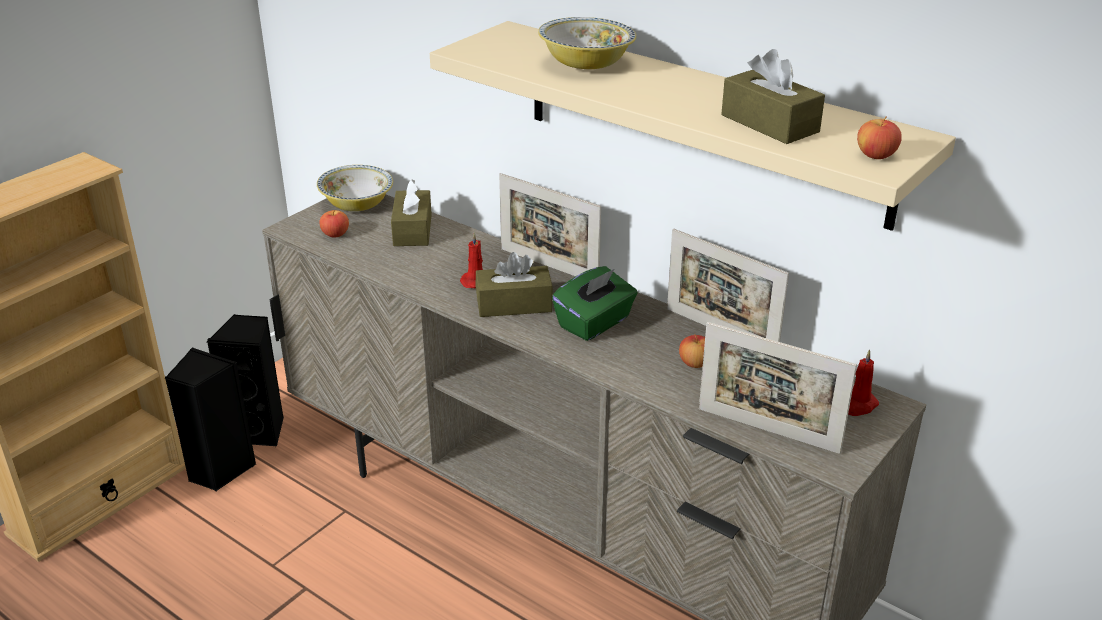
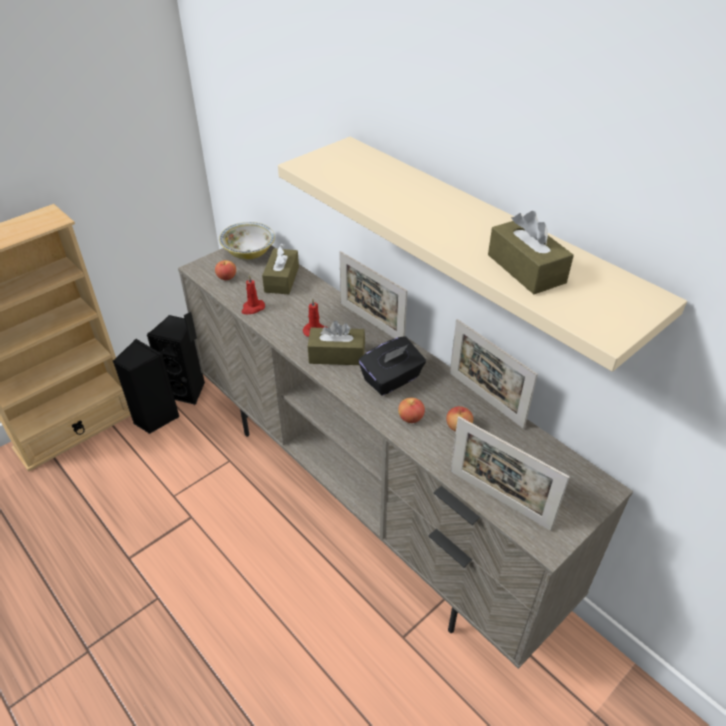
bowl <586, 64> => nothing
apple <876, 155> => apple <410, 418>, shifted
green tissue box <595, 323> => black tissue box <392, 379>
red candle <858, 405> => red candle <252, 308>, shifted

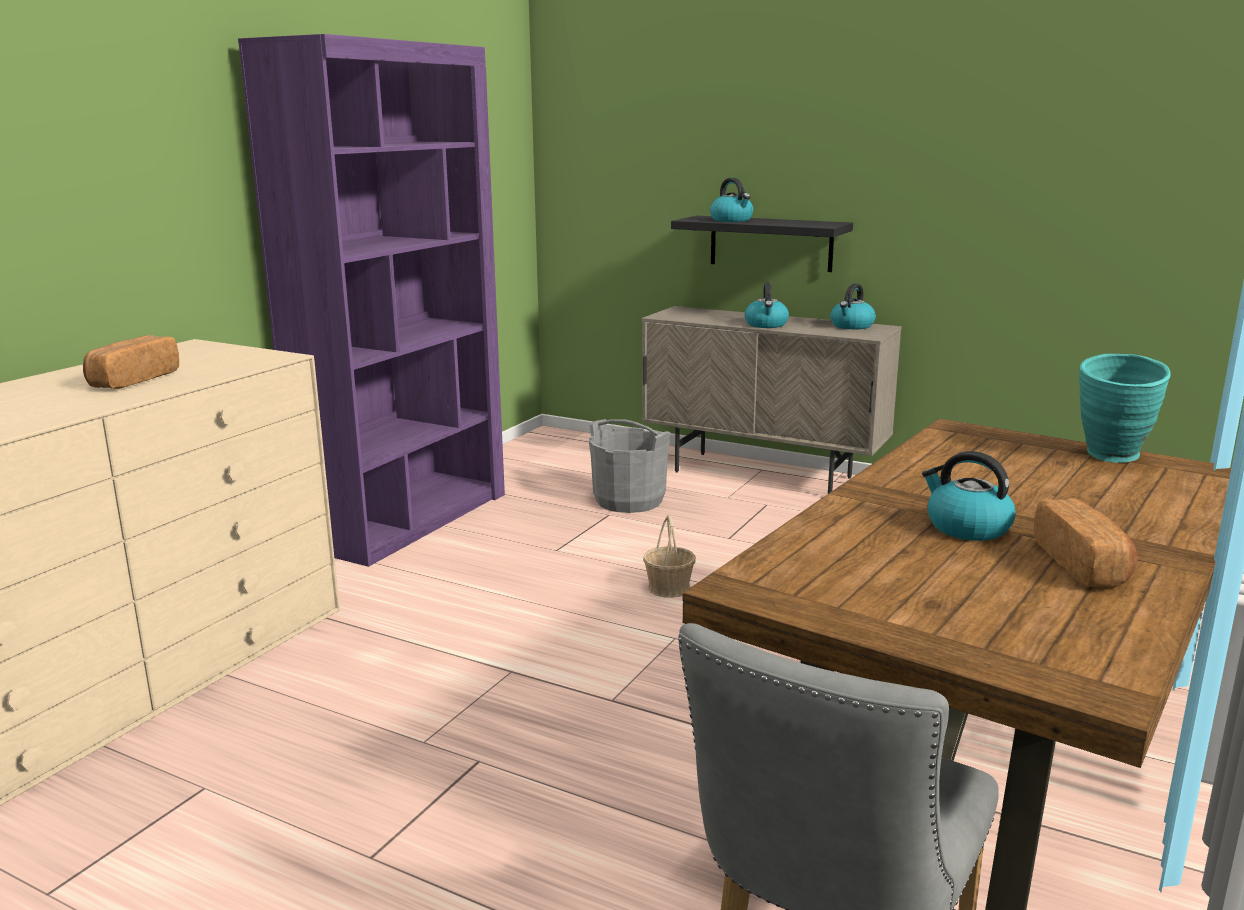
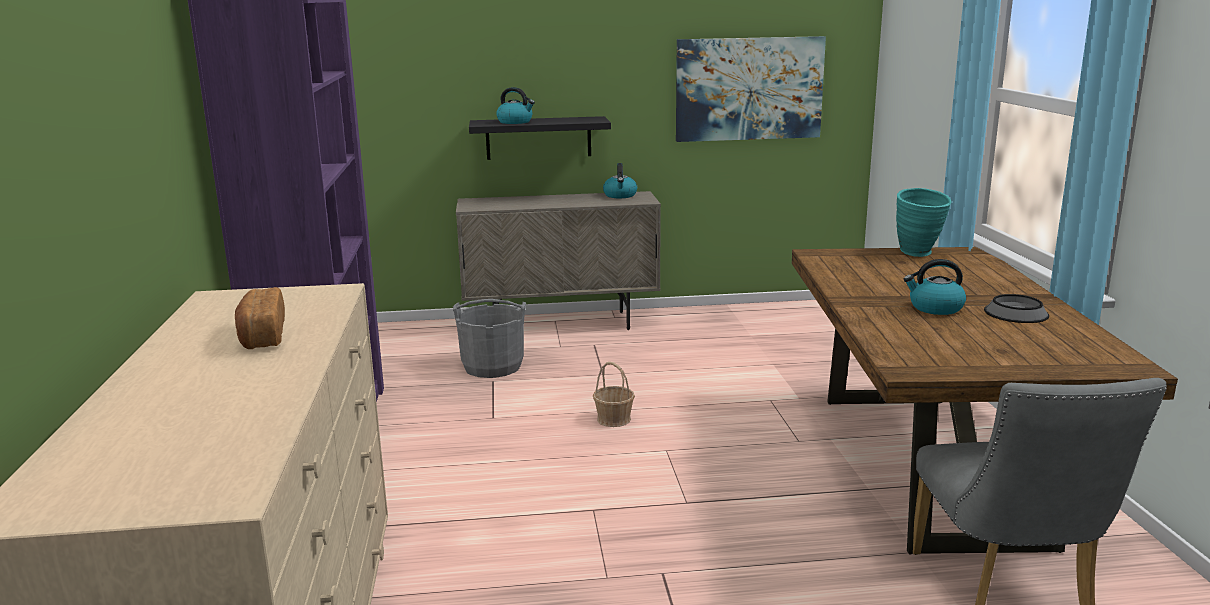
kettle <766, 325> => nothing
bread <1082, 564> => bowl <1016, 313>
nothing => picture <749, 89>

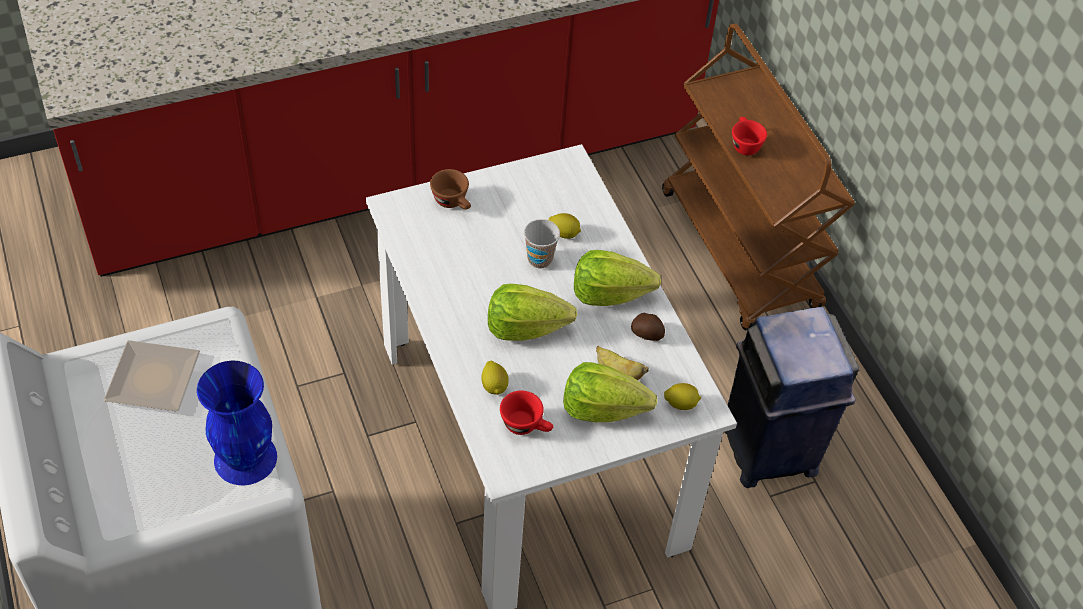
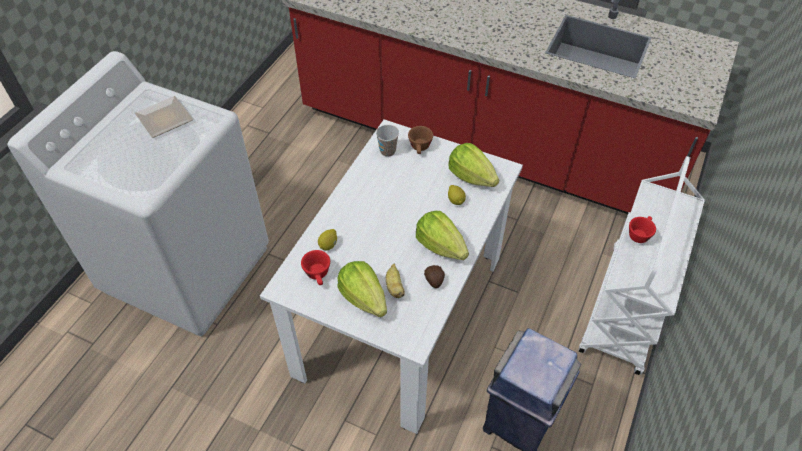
brown cart <740, 251> => white cart <625, 309>
cup <539, 259> => cup <387, 151>, shifted
lettuce <525, 328> => lettuce <471, 177>, shifted
blue vase <246, 458> => nothing
lemon <680, 404> => nothing

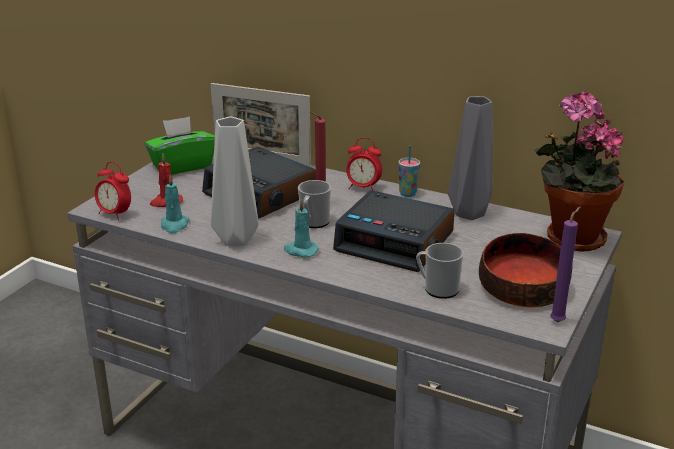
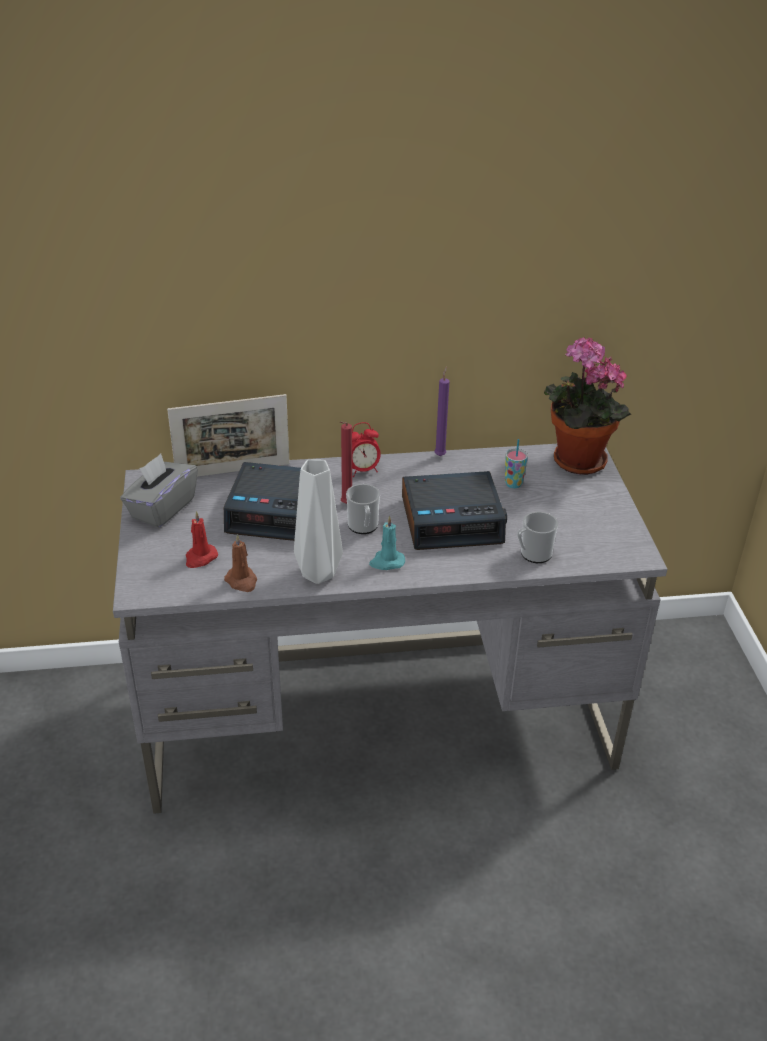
grey vase <471, 213> => nothing
green tissue box <182, 166> => grey tissue box <162, 508>
cup <408, 194> => cup <513, 484>, shifted
alarm clock <115, 214> => nothing
turquoise candle <174, 225> => brown candle <242, 581>
purple candle <559, 321> => purple candle <440, 455>, shifted
bowl <521, 288> => nothing

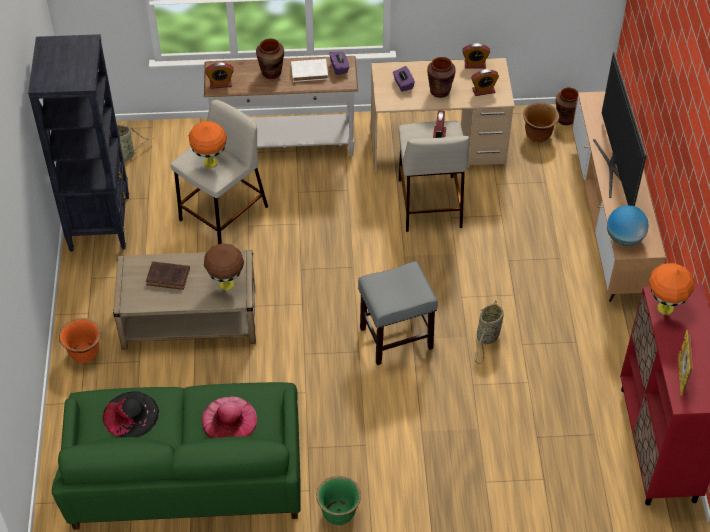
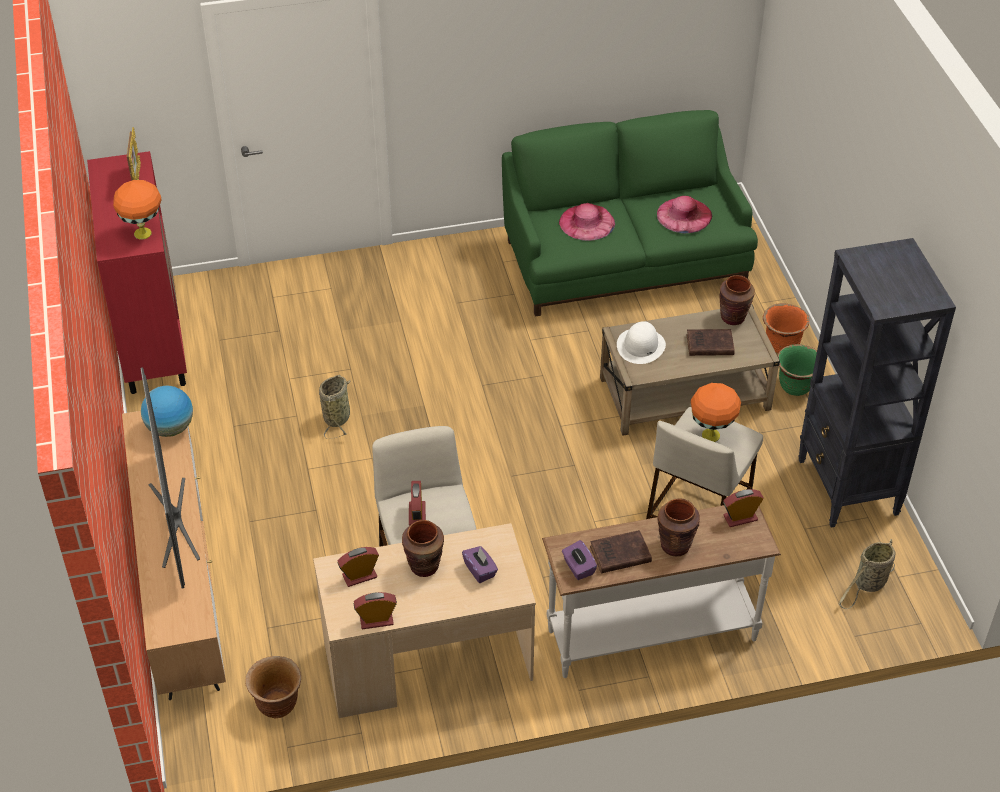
white book <310, 72> => brown book <618, 555>
brown vase <565, 119> => brown vase <733, 317>, shifted
brown table lamp <226, 284> => white hat <641, 346>
grey stool <395, 338> => nothing
black hat <130, 415> => pink hat <684, 215>
green planter <338, 513> => green planter <795, 387>, shifted

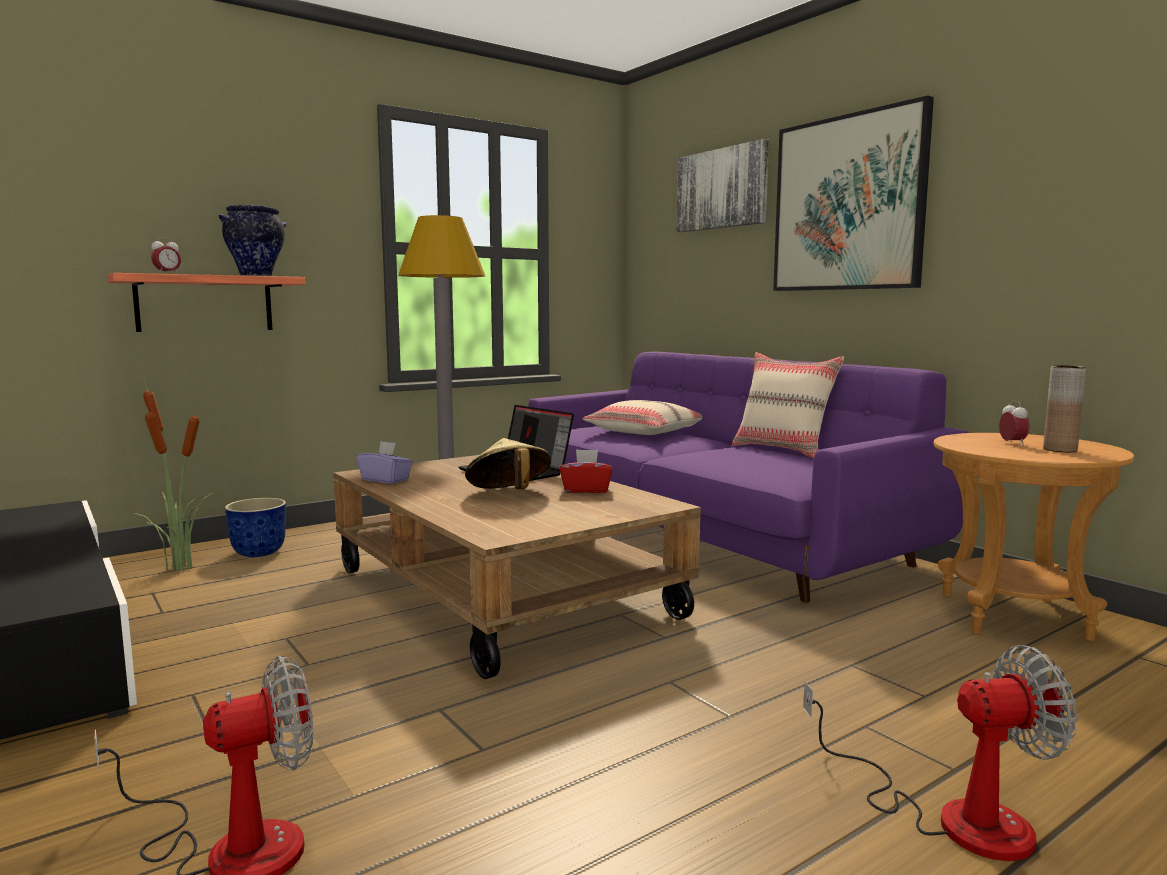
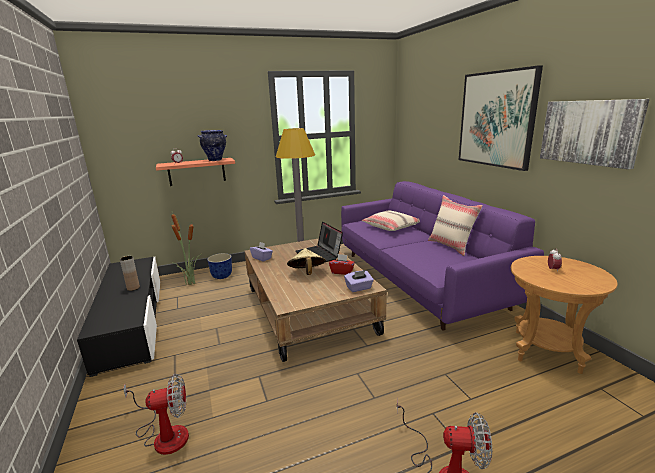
picture <722, 189> => picture <589, 132>, shifted
brown vase <1060, 450> => brown vase <133, 288>, shifted
nothing => purple tissue box <359, 288>

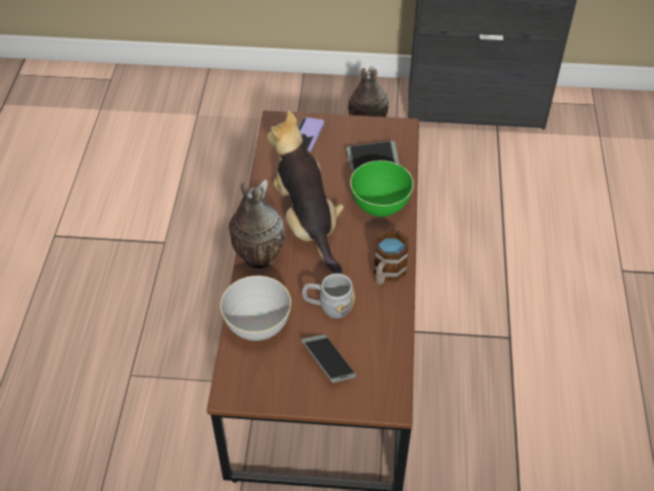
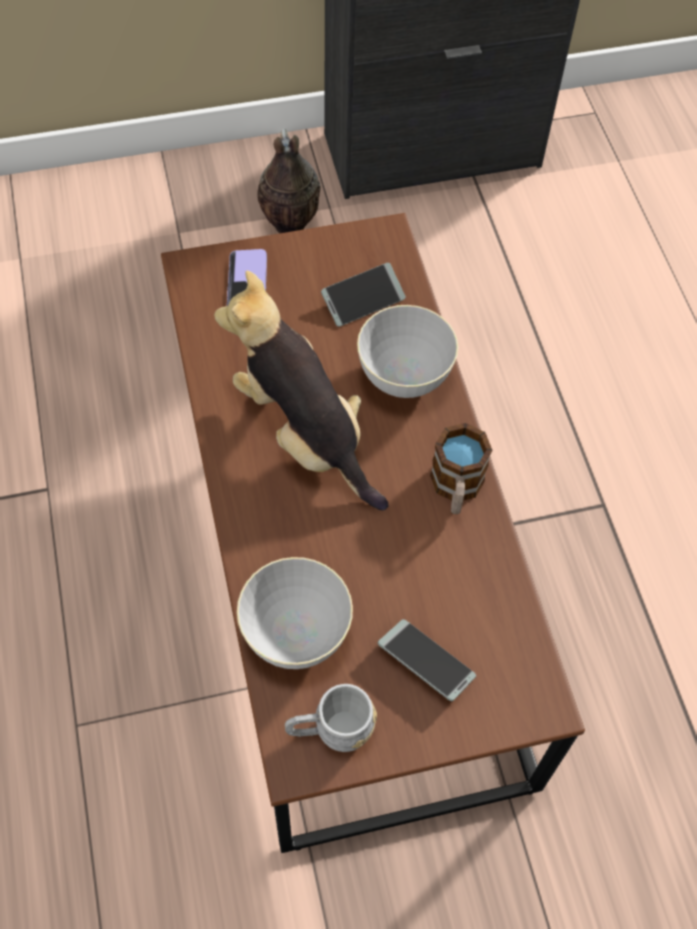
green bowl <380, 206> => grey bowl <404, 376>
vase <257, 259> => nothing
grey mug <328, 307> => grey mug <330, 731>, shifted

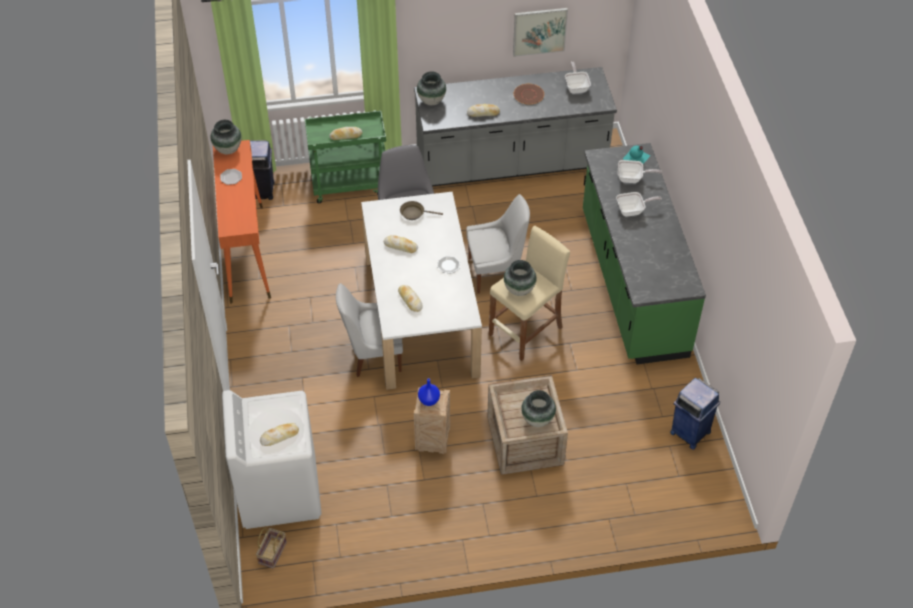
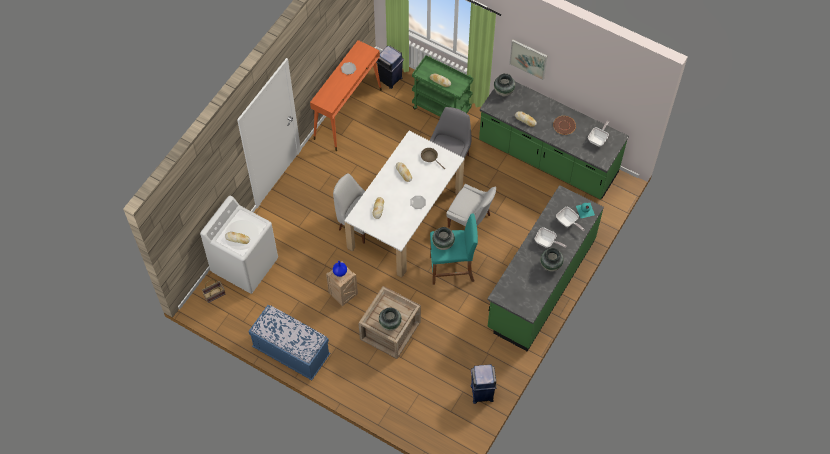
picture <539, 31> => picture <528, 59>, shifted
grey counter <511, 164> => green counter <547, 158>
vase <228, 149> => vase <550, 265>, shifted
beige stool <526, 331> => turquoise stool <452, 269>
nothing => blue bench <291, 352>

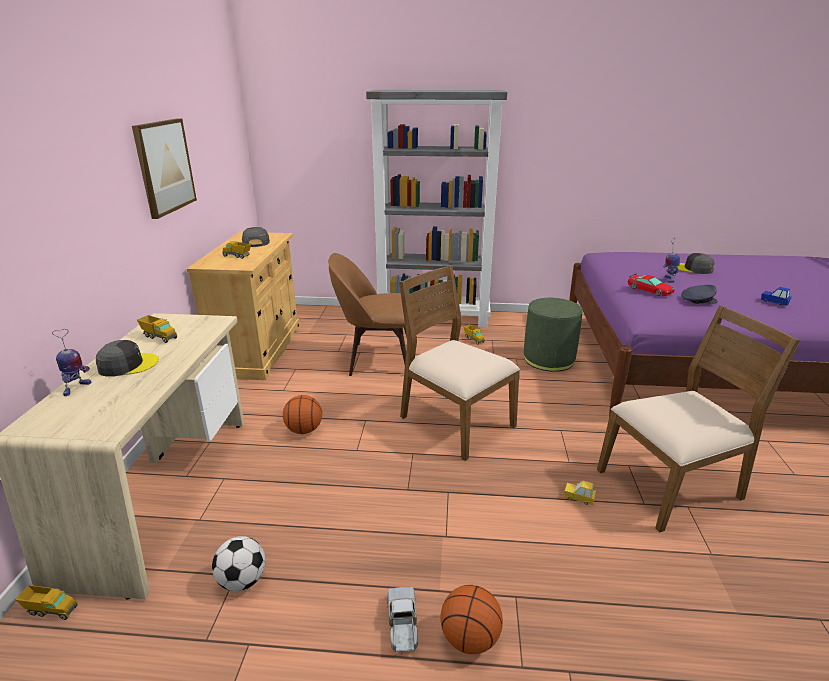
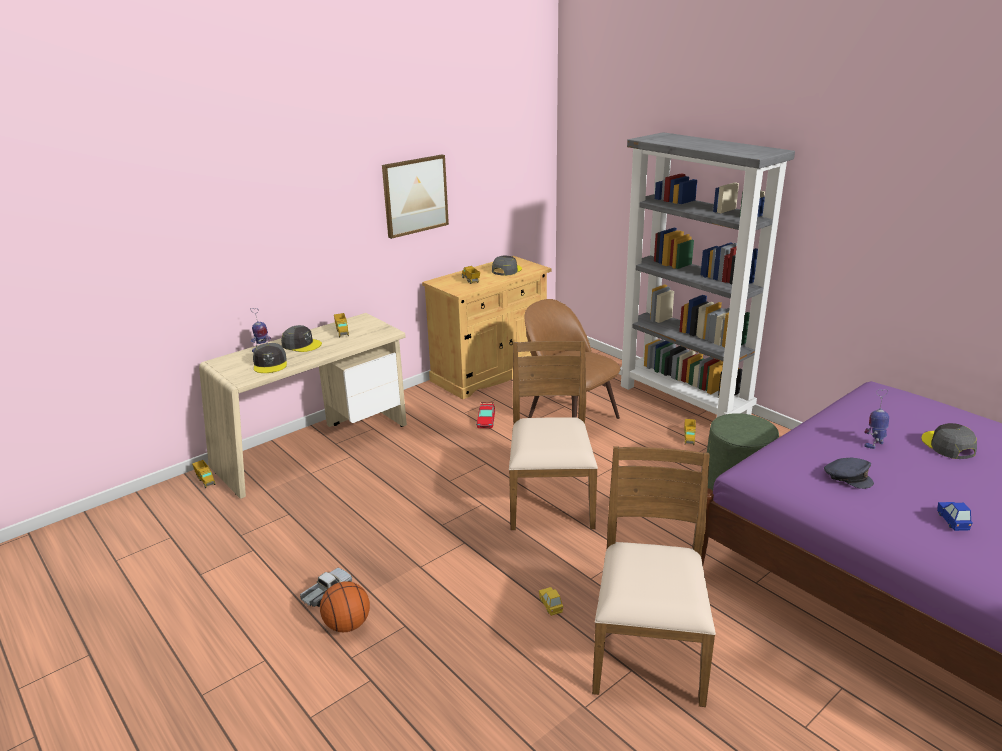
toy car <649, 290> => toy car <485, 420>, shifted
brown chair <671, 485> => brown chair <648, 649>, 105 degrees counterclockwise
basketball <304, 430> => nothing
football <242, 581> => nothing
nothing => grey cap <270, 364>

